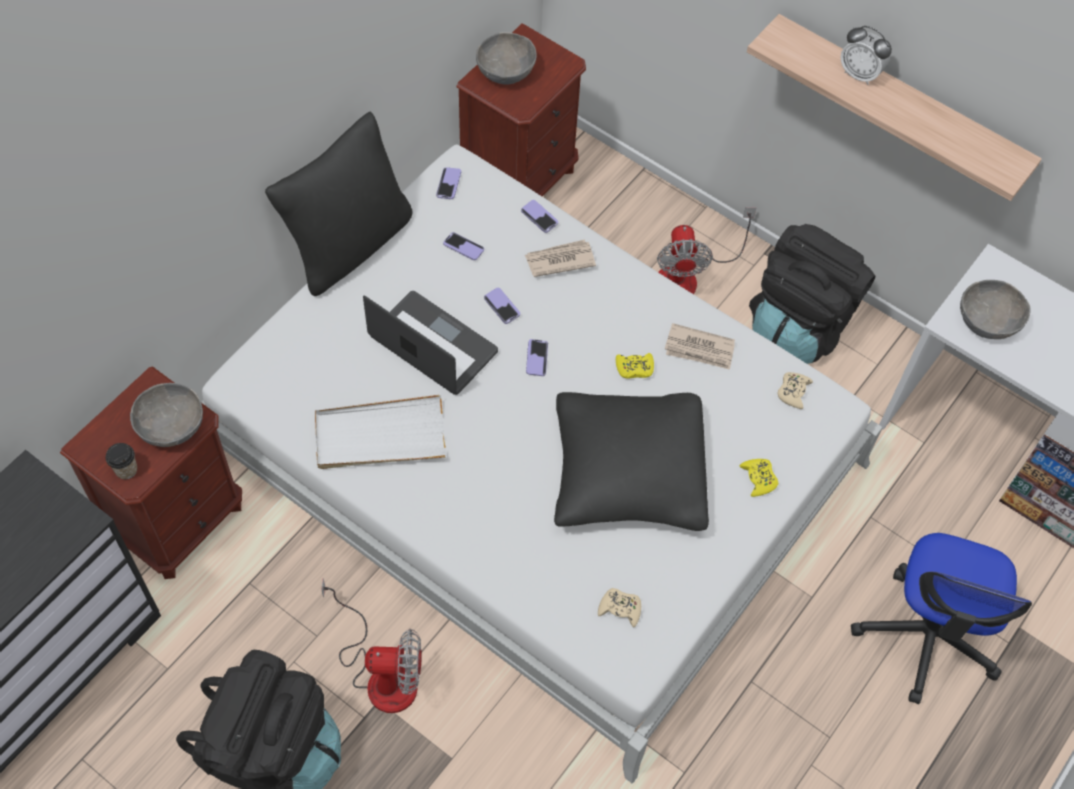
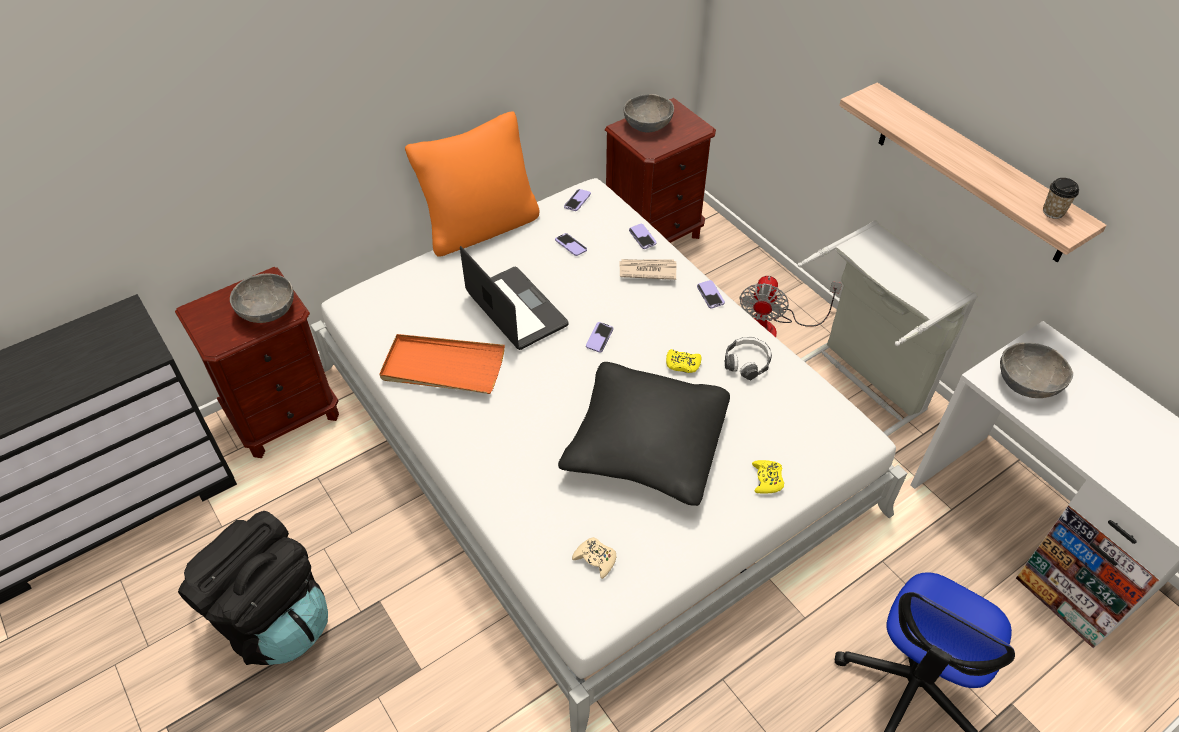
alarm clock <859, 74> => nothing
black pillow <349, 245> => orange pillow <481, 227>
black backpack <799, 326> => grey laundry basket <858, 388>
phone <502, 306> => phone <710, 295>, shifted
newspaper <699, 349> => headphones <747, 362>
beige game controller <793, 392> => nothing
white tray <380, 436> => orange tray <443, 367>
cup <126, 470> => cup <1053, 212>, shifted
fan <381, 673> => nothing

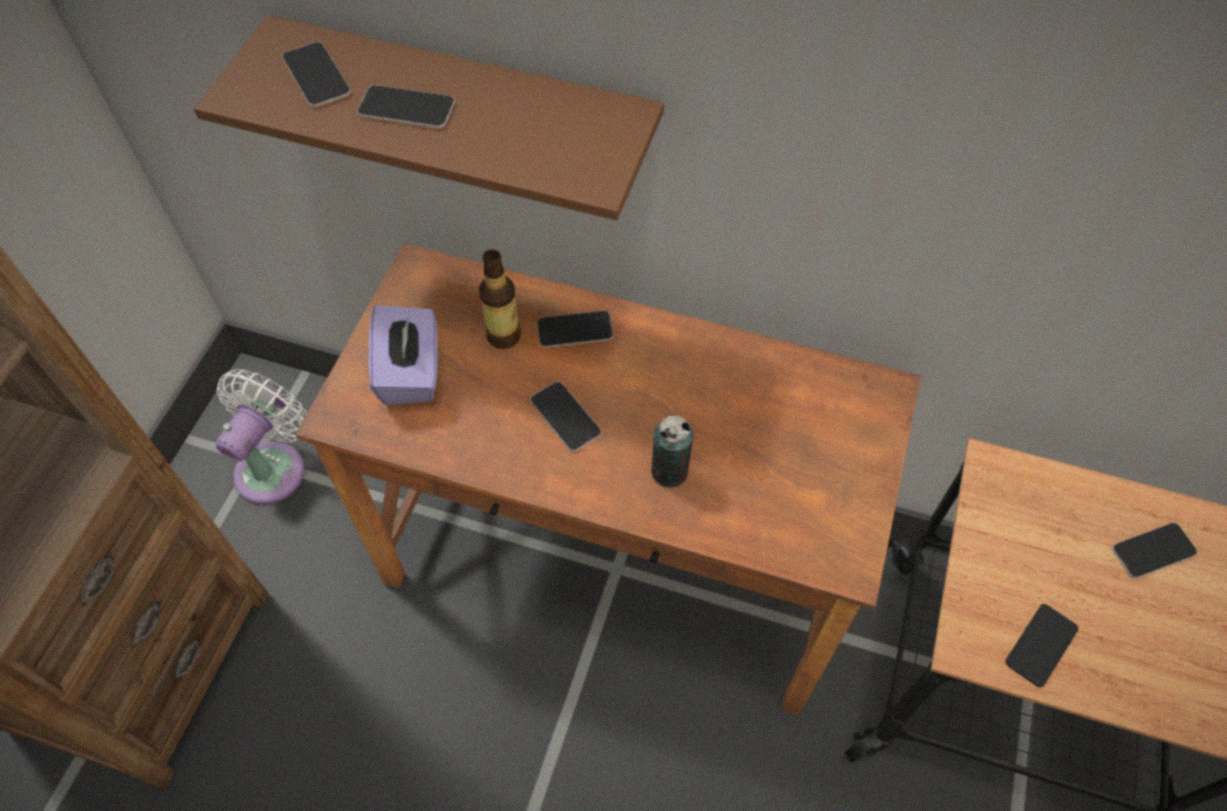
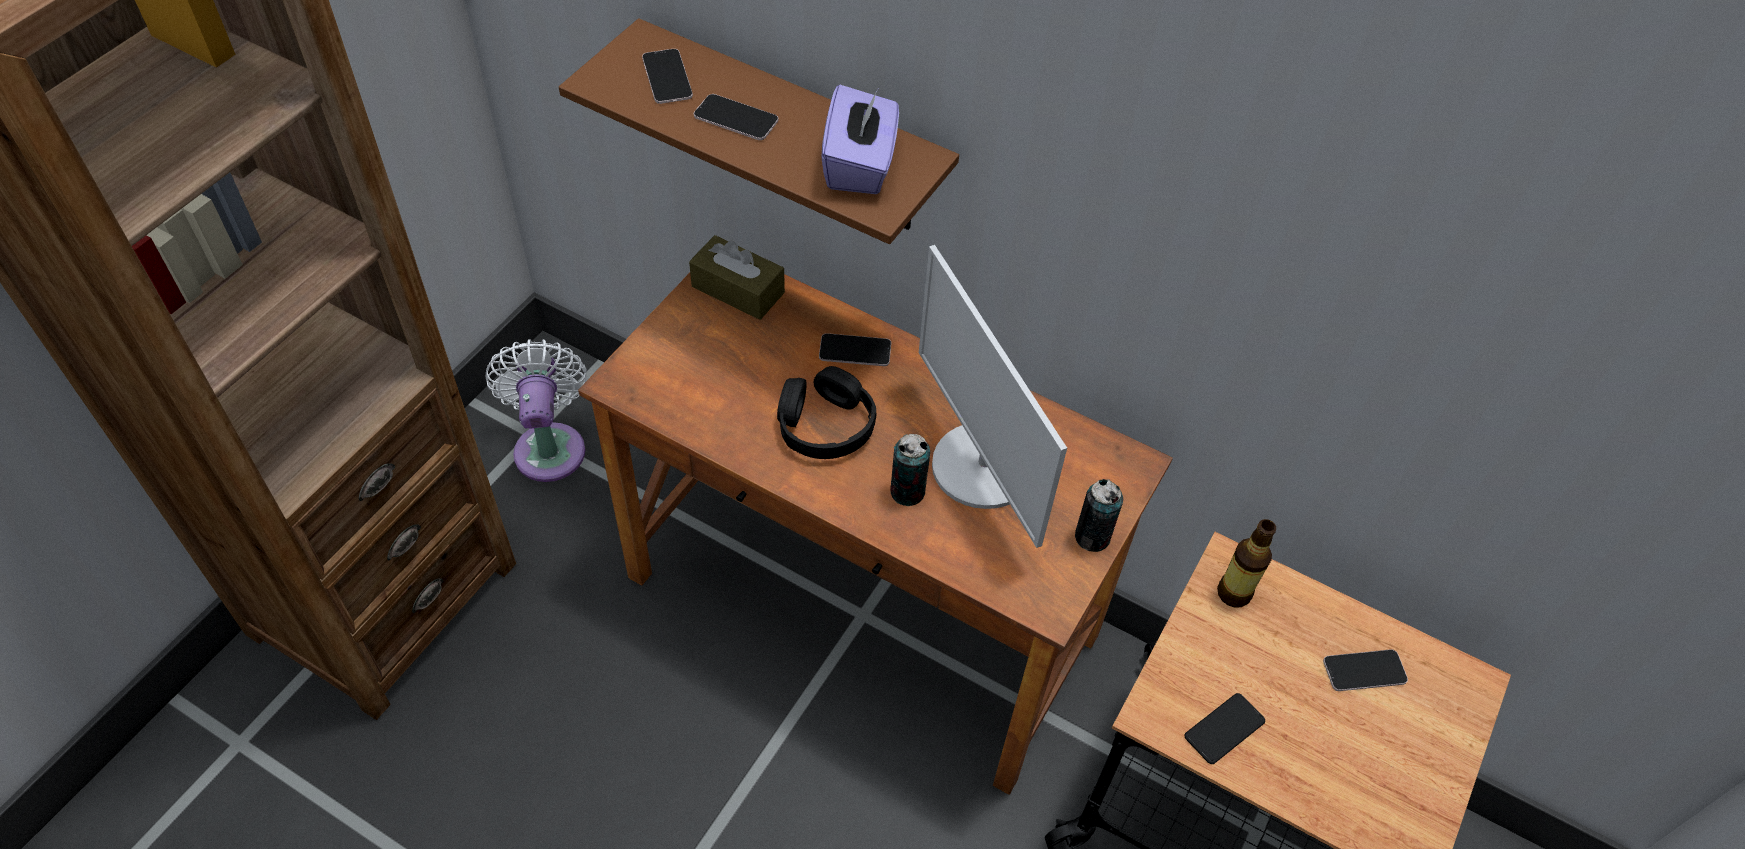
bottle <504, 336> => bottle <1234, 593>, shifted
purple tissue box <411, 372> => purple tissue box <860, 165>, shifted
white fan <274, 466> => white fan <550, 445>, 45 degrees counterclockwise
phone <565, 417> => black headphones <825, 425>
nothing => brown tissue box <738, 289>
nothing => monitor <983, 467>
nothing => can <1092, 537>

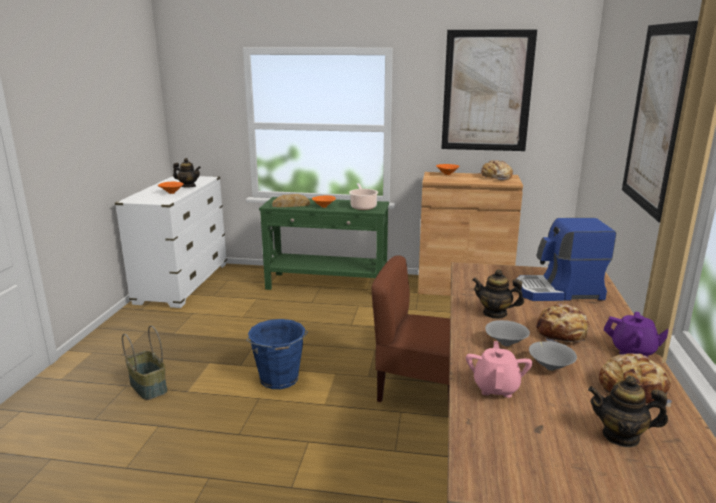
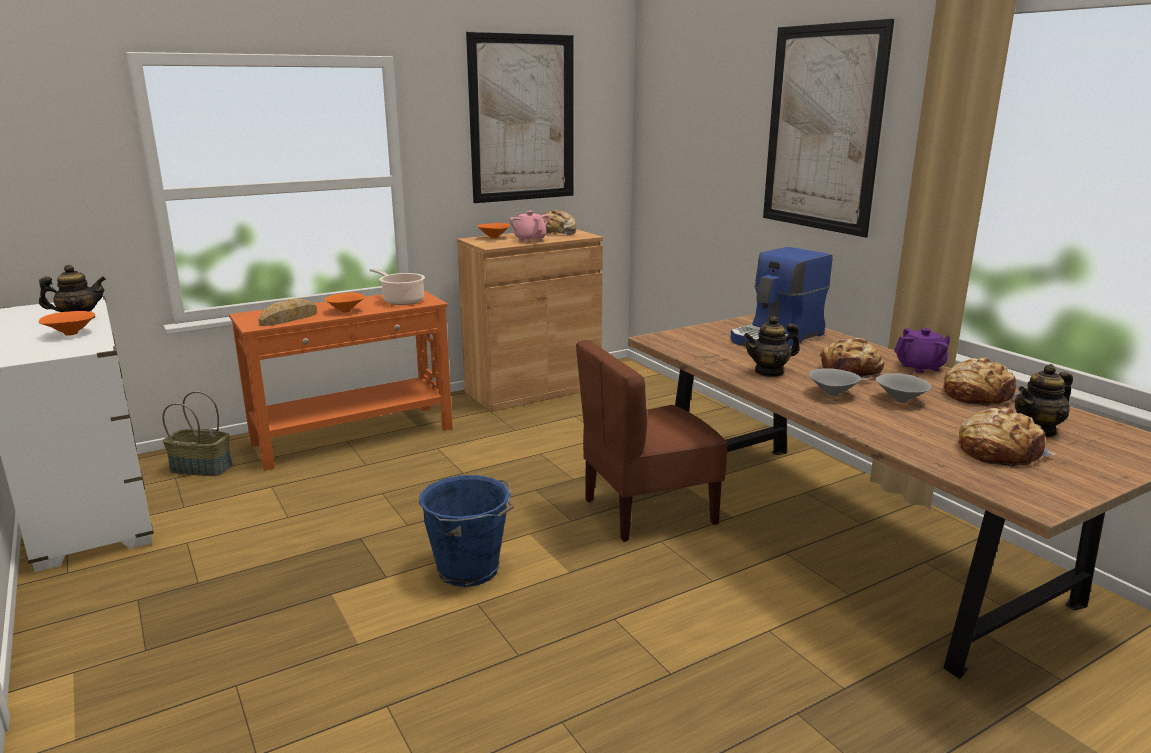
green console table <327, 285> => orange console table <355, 436>
basket <149, 387> => basket <202, 468>, shifted
pink teapot <496, 387> => pink teapot <530, 240>, shifted
nothing => bread <998, 451>

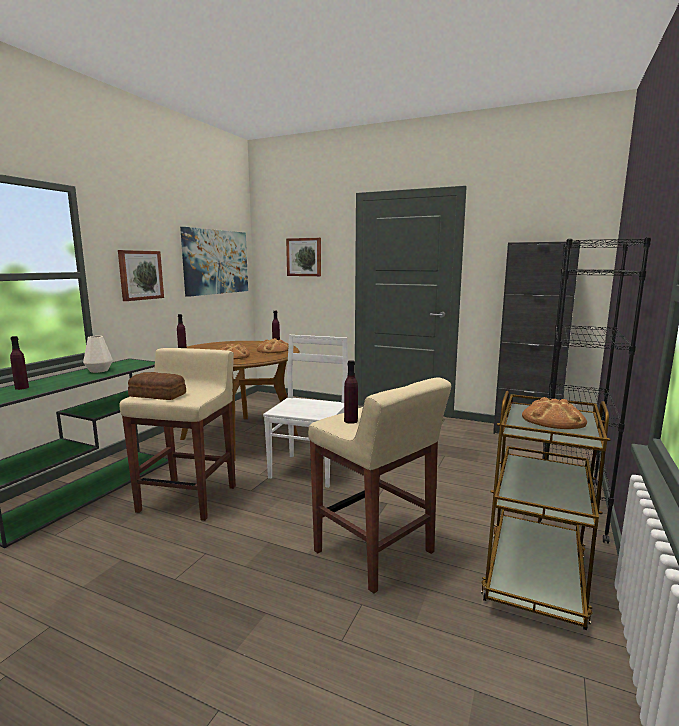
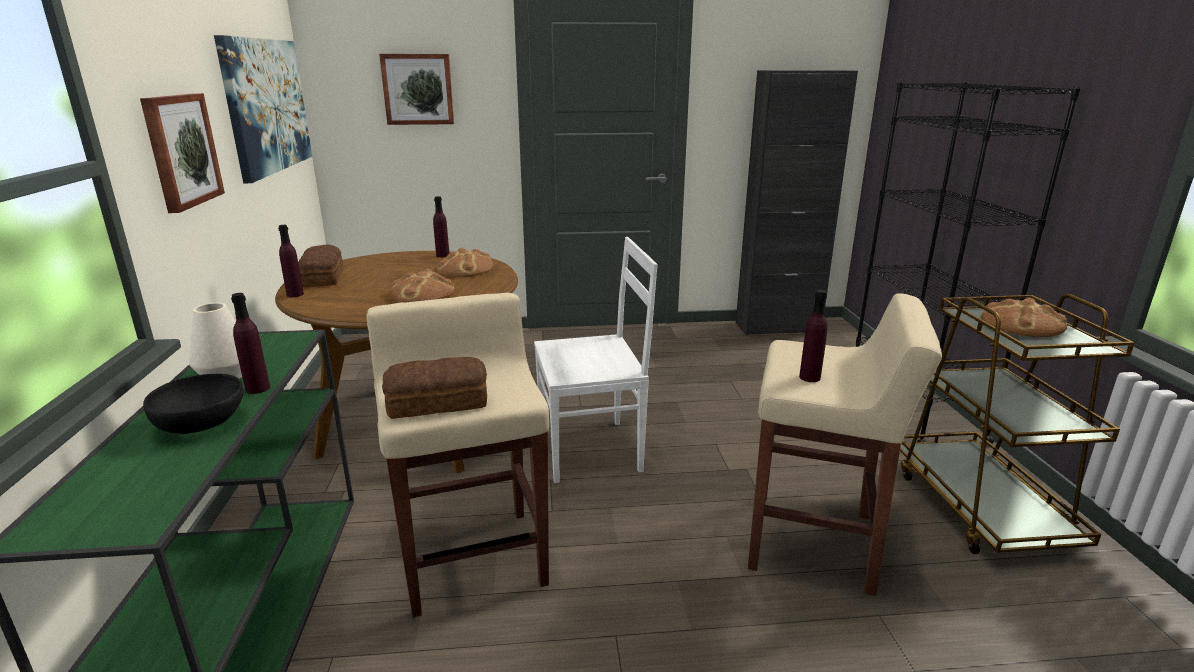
white chair <309, 469> => white chair <593, 450>, 90 degrees clockwise
purple bottle <22, 388> => purple bottle <257, 388>, shifted
nothing => bread <323, 277>
nothing => black bowl <202, 423>

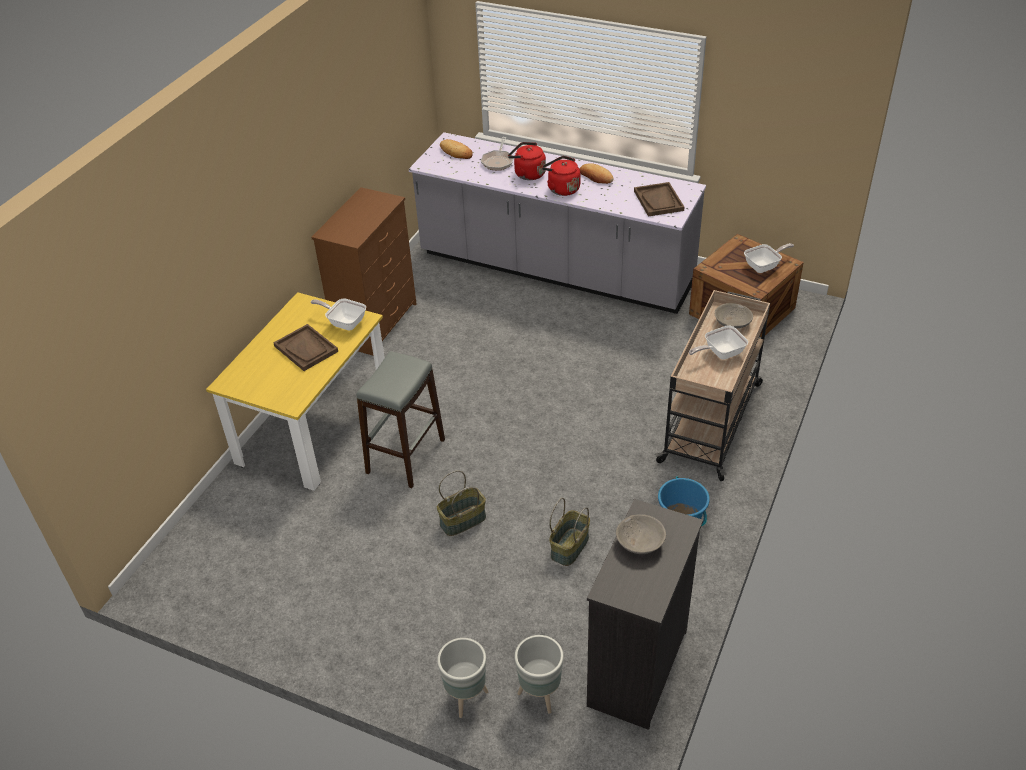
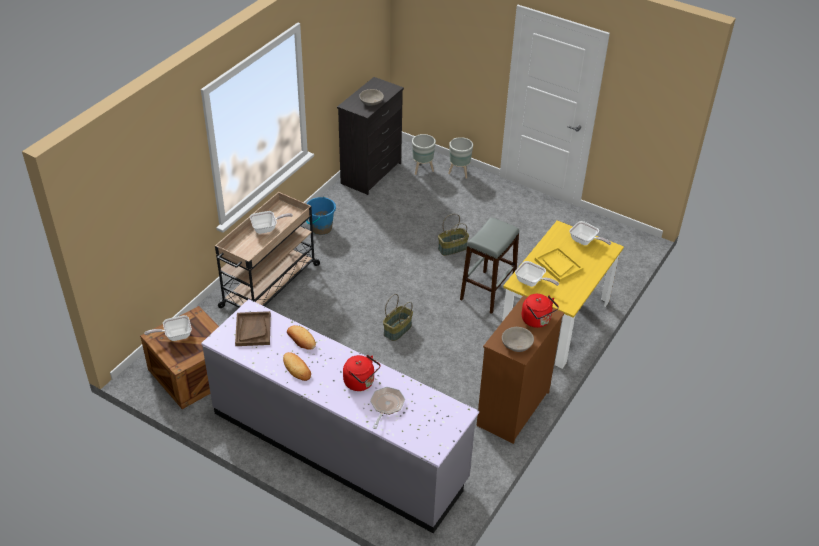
bread <456, 152> => bread <301, 339>, shifted
red kettle <562, 189> => red kettle <537, 320>, shifted
grey bowl <732, 323> => grey bowl <517, 344>, shifted
brown tray <306, 349> => yellow tray <558, 265>
basket <569, 546> => basket <398, 330>, shifted
nothing => frying pan <585, 241>

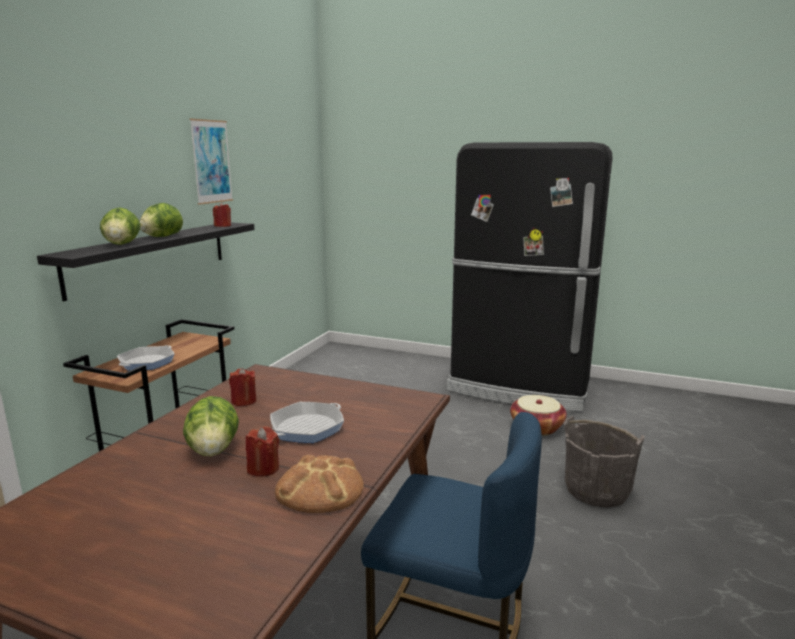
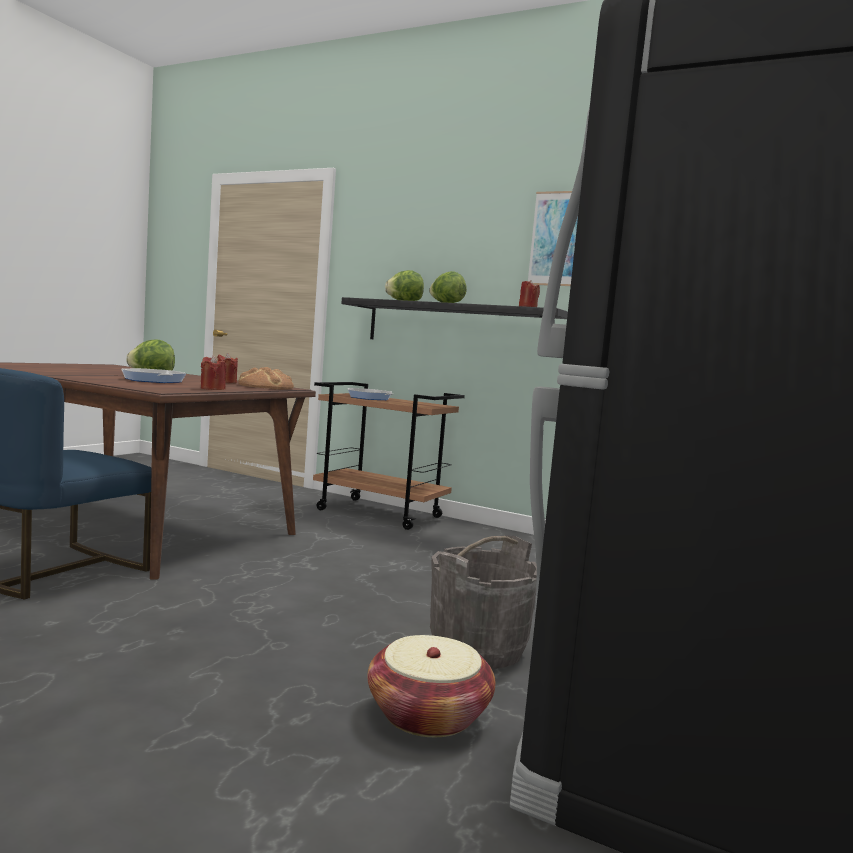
grey bucket <597, 490> => grey bucket <477, 648>, shifted
red candle <263, 468> => red candle <212, 389>, shifted
bread <320, 489> => bread <266, 386>, shifted

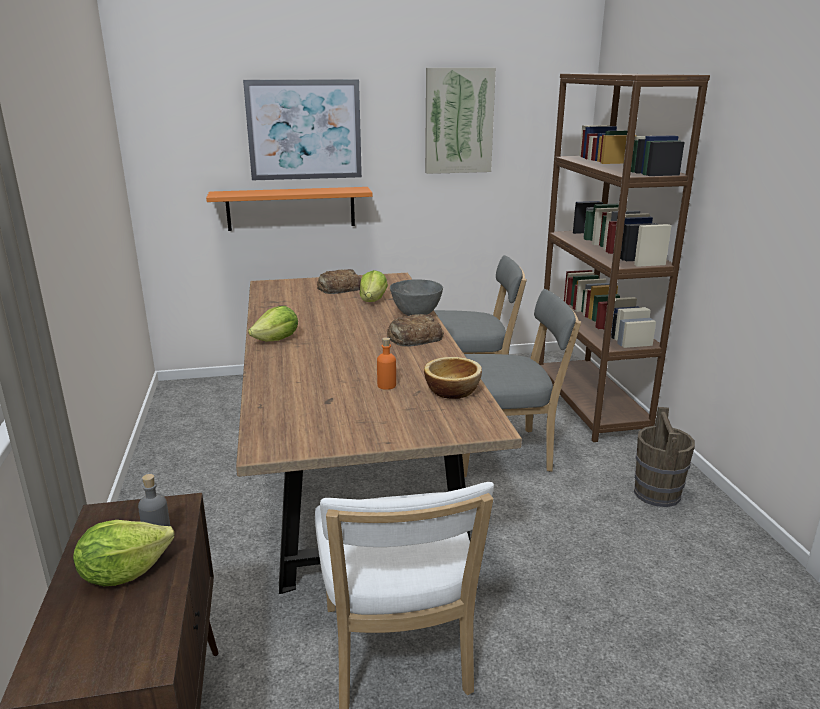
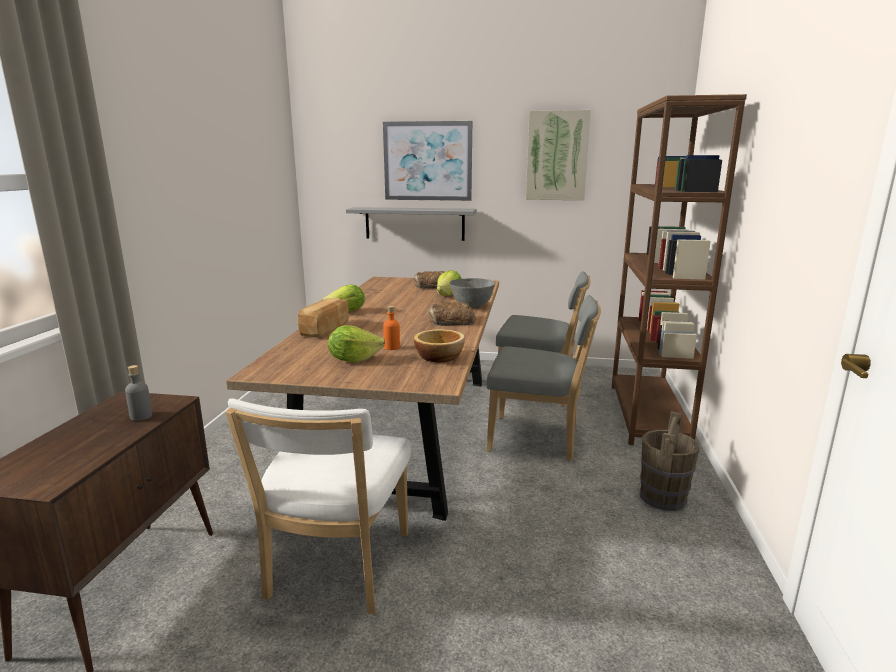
orange shelf <291, 208> => grey shelf <414, 223>
lettuce <124, 572> => lettuce <354, 360>, shifted
nothing => bread <326, 330>

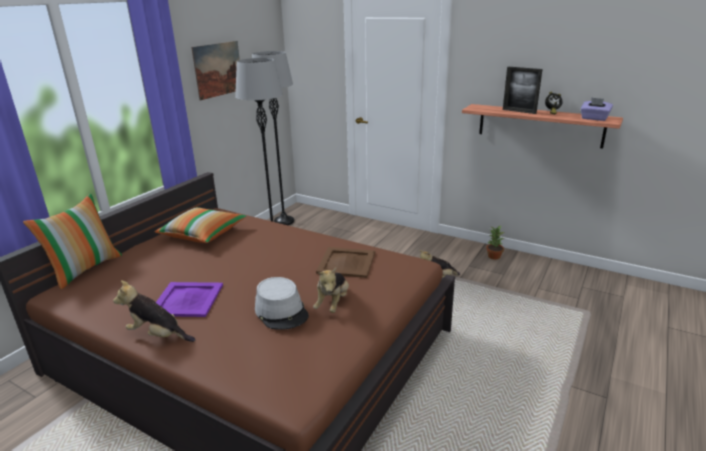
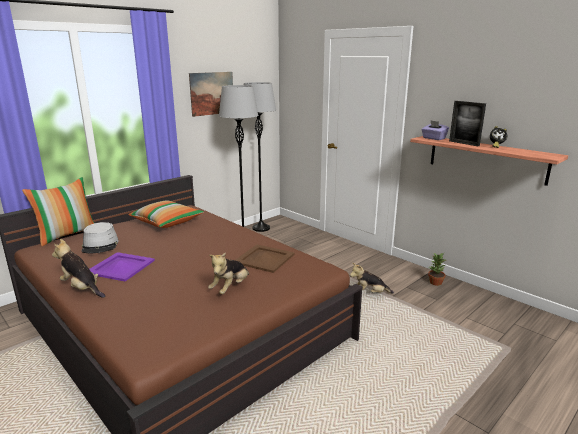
purple tissue box <594, 118> => purple tissue box <433, 138>, shifted
grey hat <281, 311> => grey hat <100, 245>, shifted

